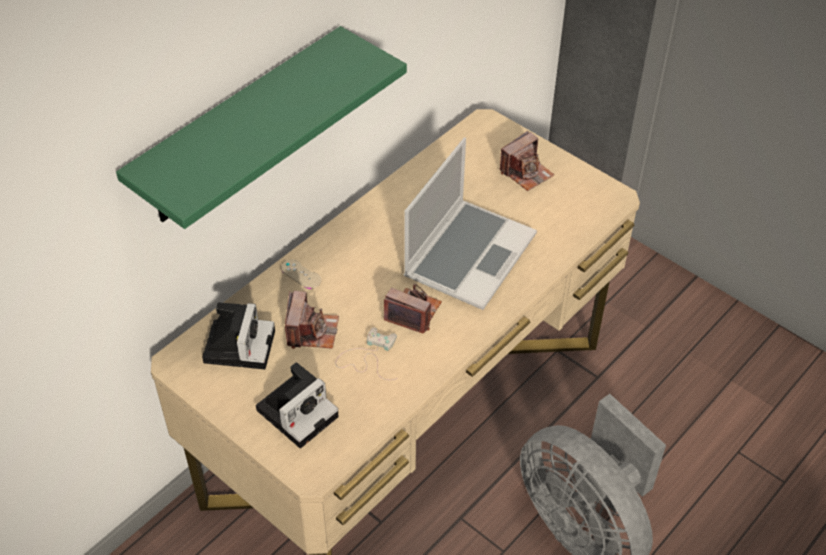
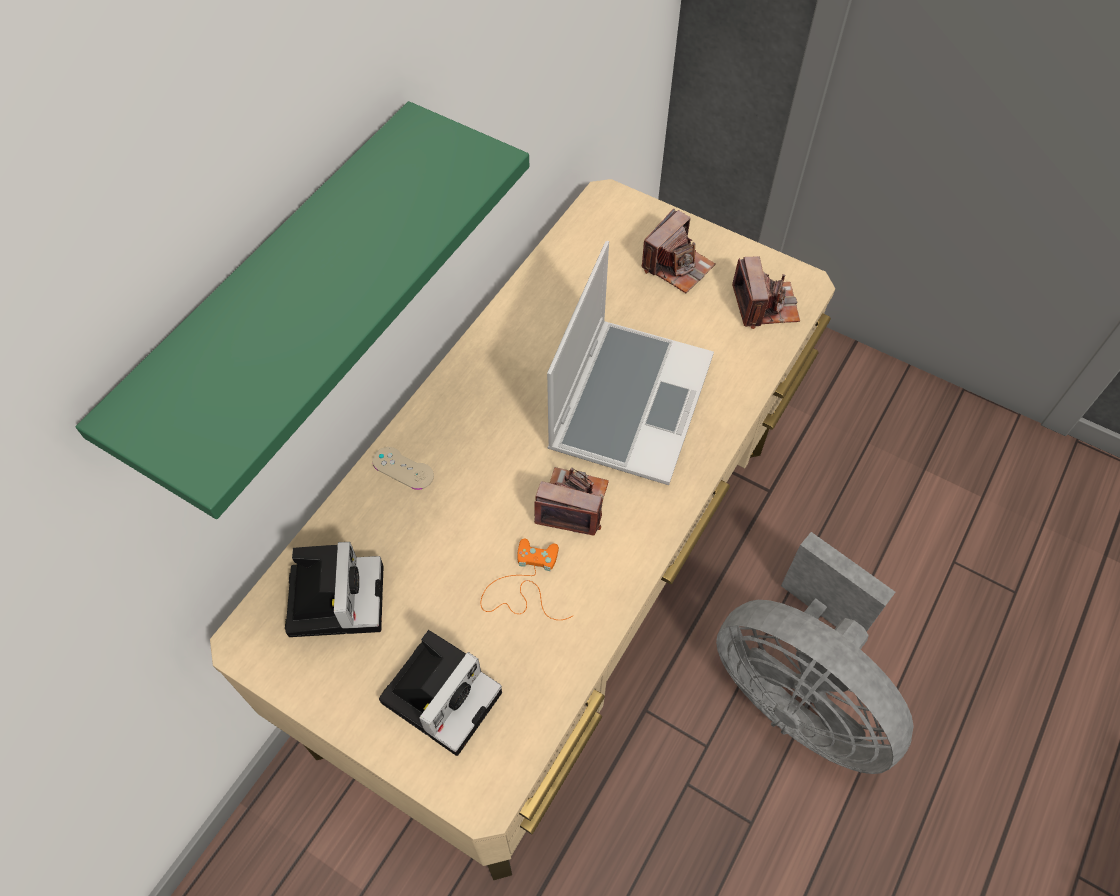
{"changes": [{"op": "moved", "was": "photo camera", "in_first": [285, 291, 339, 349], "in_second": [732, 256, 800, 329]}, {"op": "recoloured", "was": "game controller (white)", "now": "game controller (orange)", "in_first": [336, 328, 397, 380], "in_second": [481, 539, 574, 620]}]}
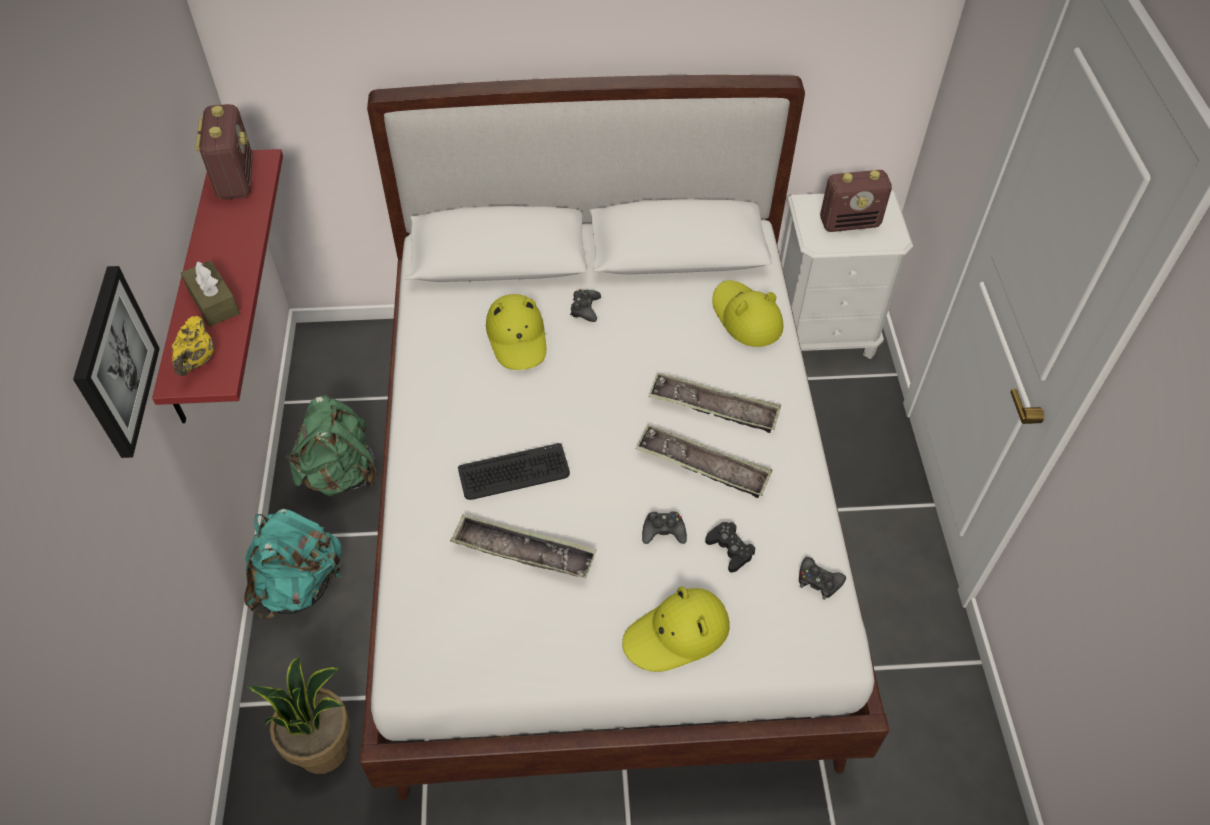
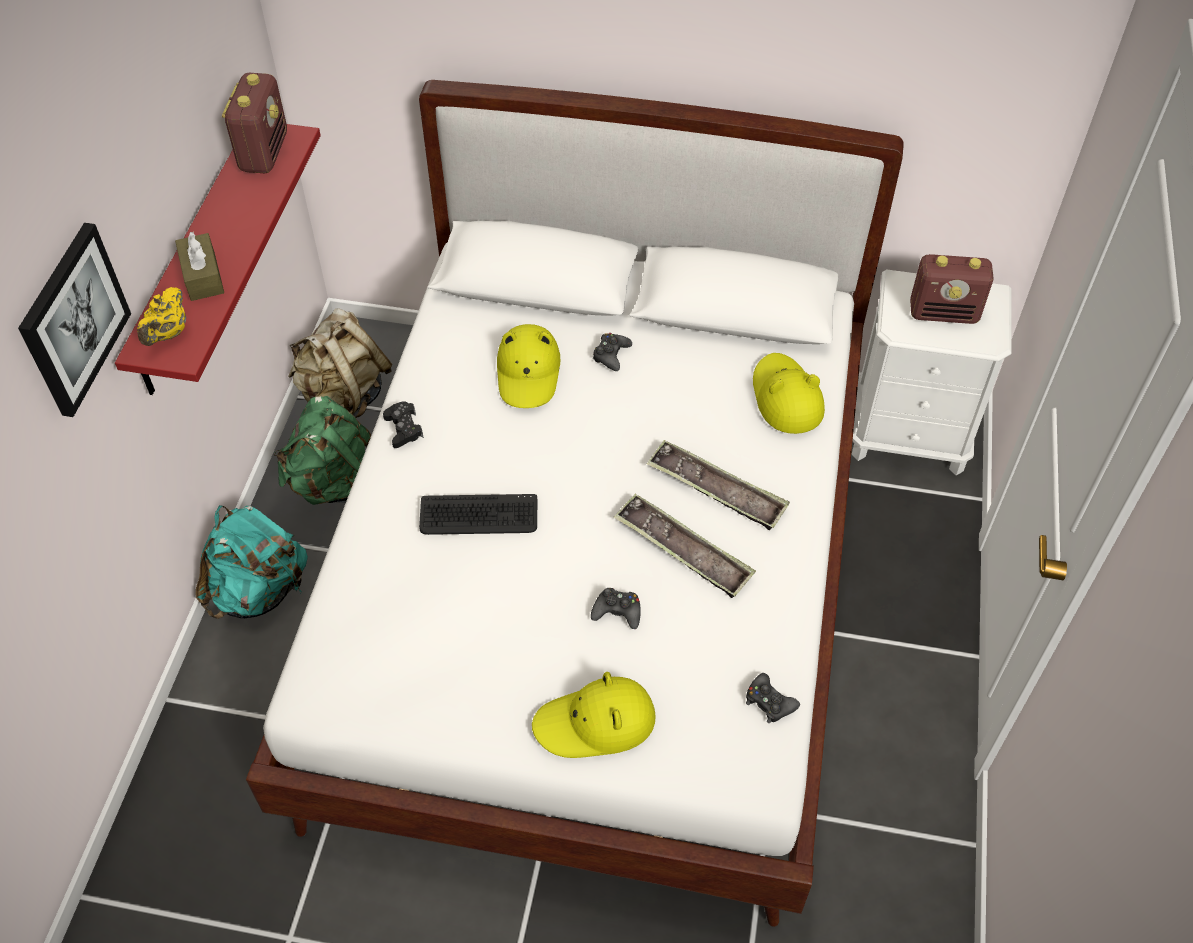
{"changes": [{"op": "removed", "was": "potted plant", "in_first": [247, 657, 350, 774]}, {"op": "removed", "was": "tray", "in_first": [450, 514, 597, 578]}, {"op": "added", "now": "backpack (beige)", "in_second": [288, 308, 392, 418]}, {"op": "moved", "was": "game controller (black)", "in_first": [705, 522, 755, 573], "in_second": [383, 402, 424, 448]}]}
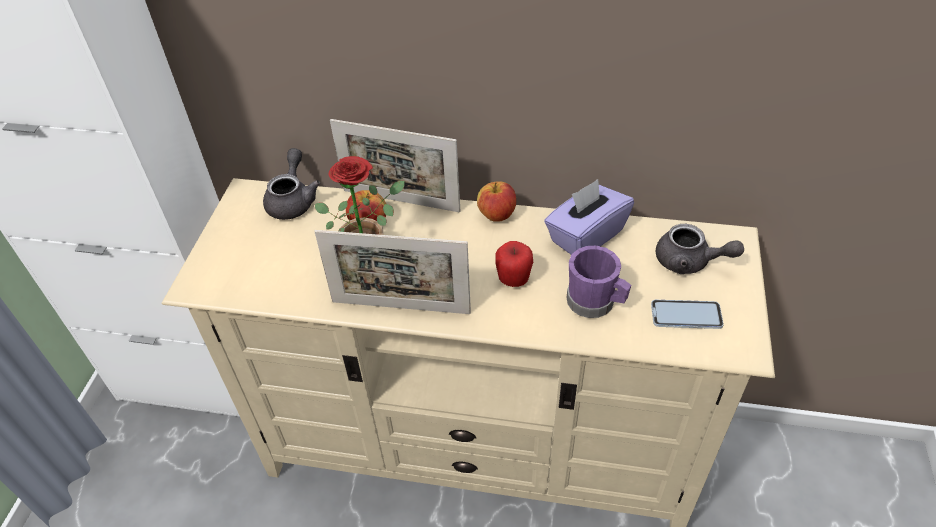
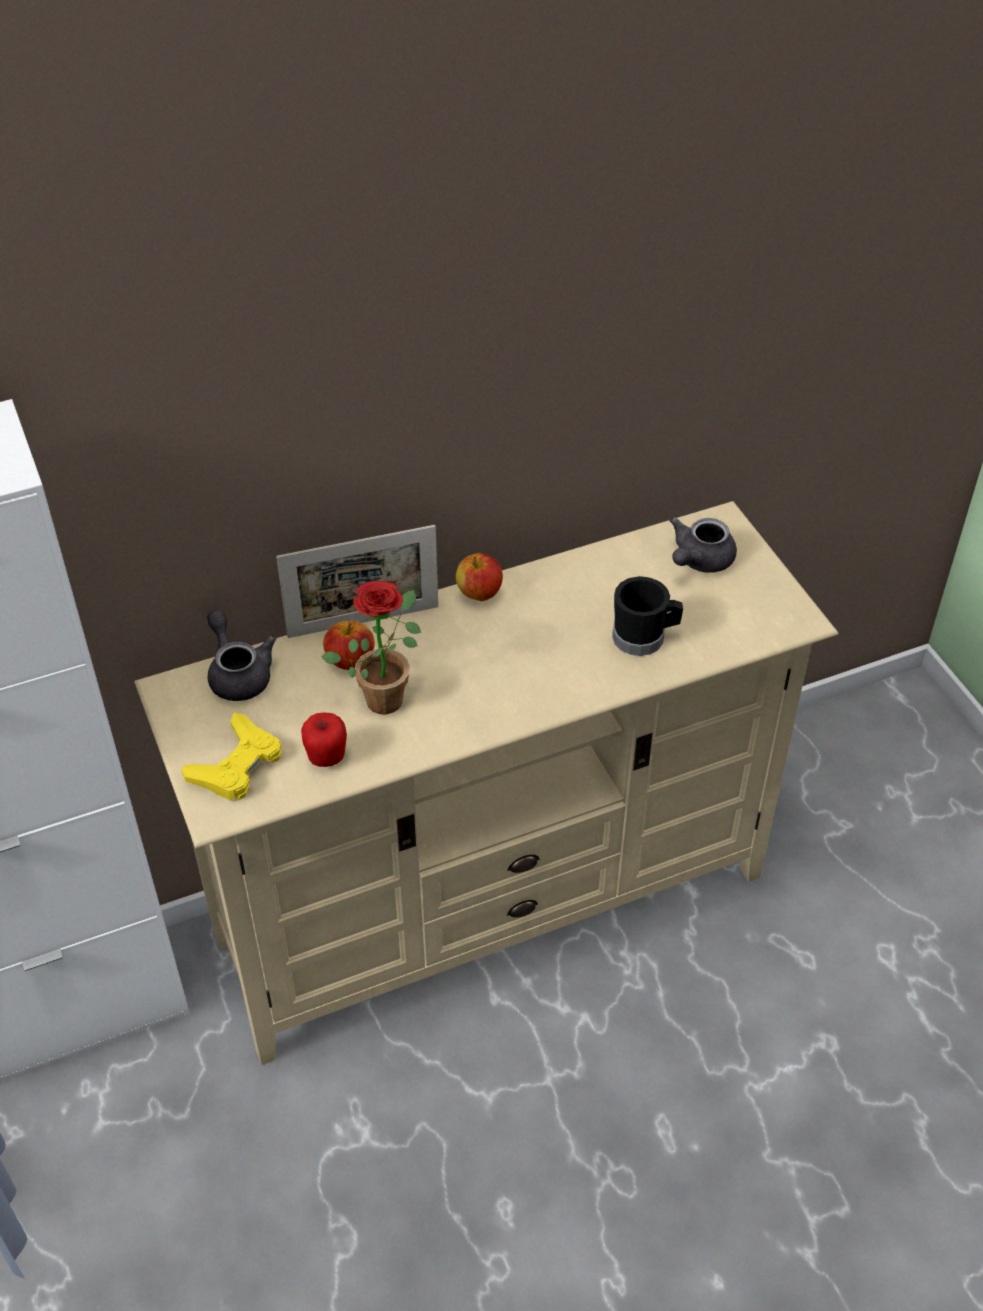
{"changes": [{"op": "removed", "was": "picture frame", "in_first": [314, 230, 471, 314]}, {"op": "removed", "was": "tissue box (purple)", "in_first": [544, 179, 634, 255]}, {"op": "removed", "was": "phone", "in_first": [651, 300, 724, 329]}, {"op": "added", "now": "game controller (yellow)", "in_second": [181, 712, 281, 800]}, {"op": "moved", "was": "apple", "in_first": [496, 241, 533, 287], "in_second": [301, 713, 347, 767]}, {"op": "recoloured", "was": "mug (purple)", "now": "mug (black)", "in_first": [567, 246, 631, 318], "in_second": [612, 576, 683, 656]}, {"op": "turned", "was": "teapot (grey)", "in_first": [656, 224, 744, 274], "in_second": [669, 517, 737, 573], "clockwise": 135}]}
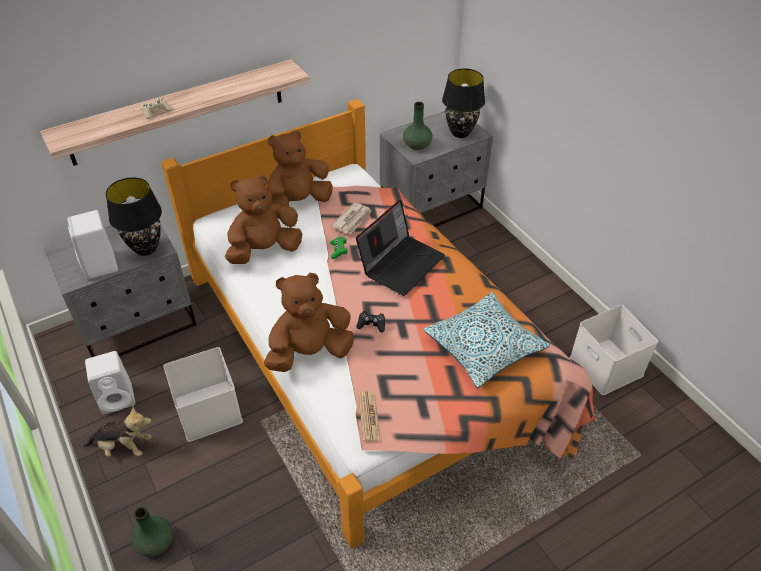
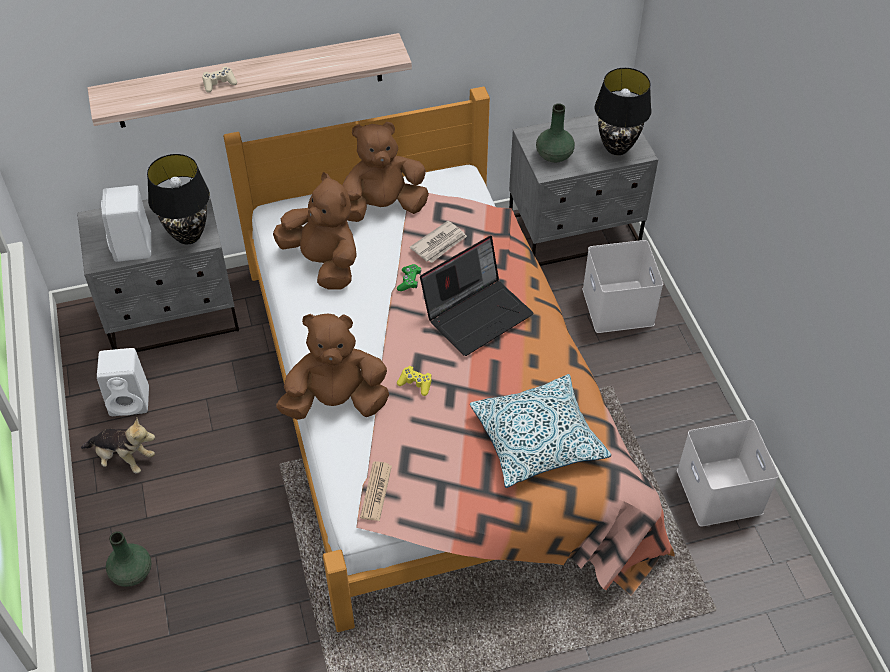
{"changes": [{"op": "moved", "was": "storage box (white)", "in_first": [164, 347, 243, 442], "in_second": [582, 240, 663, 333]}, {"op": "recoloured", "was": "game controller (black)", "now": "game controller (yellow)", "in_first": [356, 311, 385, 333], "in_second": [397, 366, 432, 396]}, {"op": "turned", "was": "plush toy (brown)", "in_first": [225, 175, 302, 264], "in_second": [273, 172, 357, 289], "clockwise": 60}]}
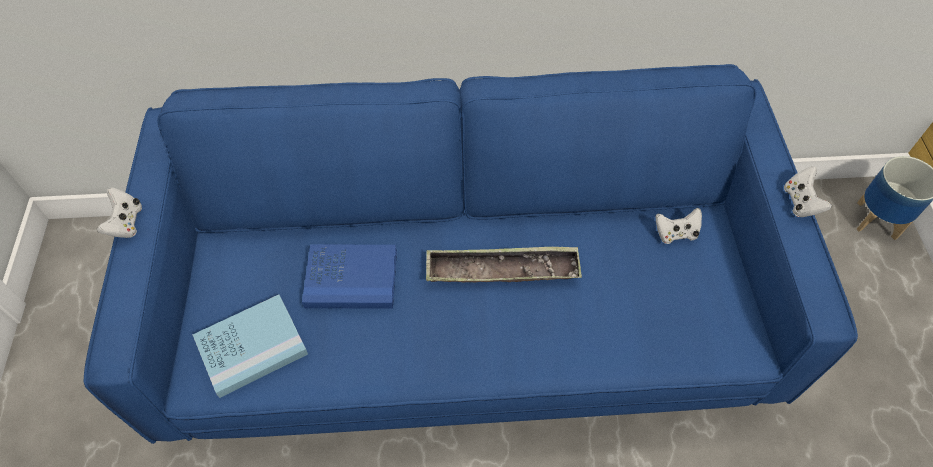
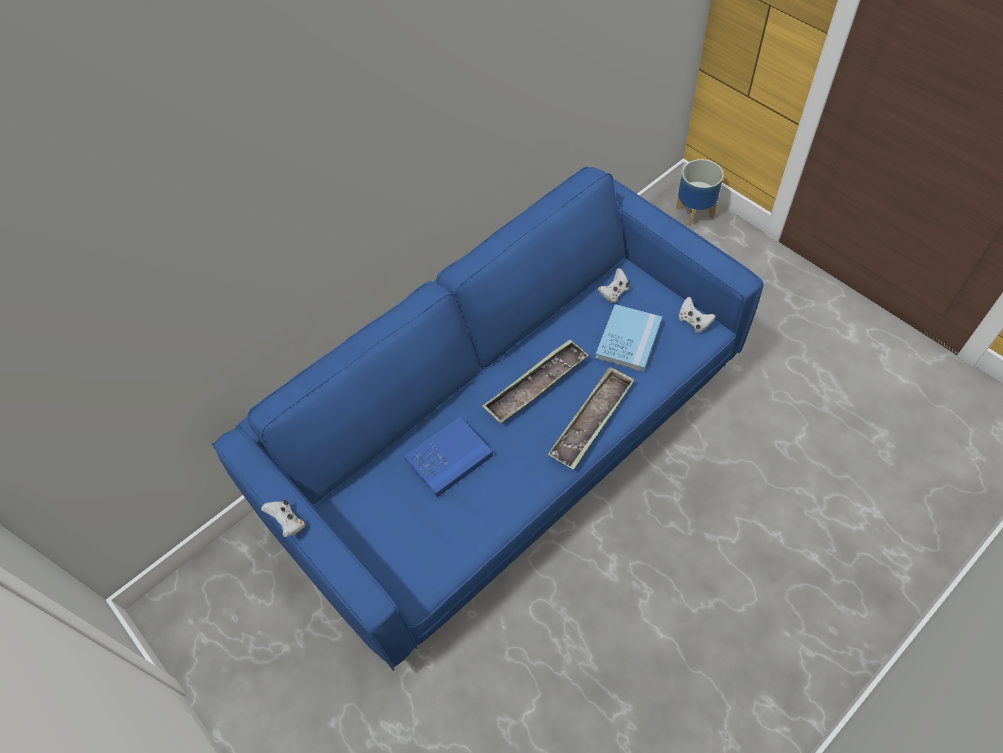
{"changes": [{"op": "added", "now": "tray", "in_second": [548, 367, 634, 470]}, {"op": "moved", "was": "book (blue)", "in_first": [193, 295, 308, 398], "in_second": [595, 304, 662, 372]}, {"op": "moved", "was": "game controller (white)", "in_first": [784, 166, 832, 217], "in_second": [678, 297, 716, 332]}]}
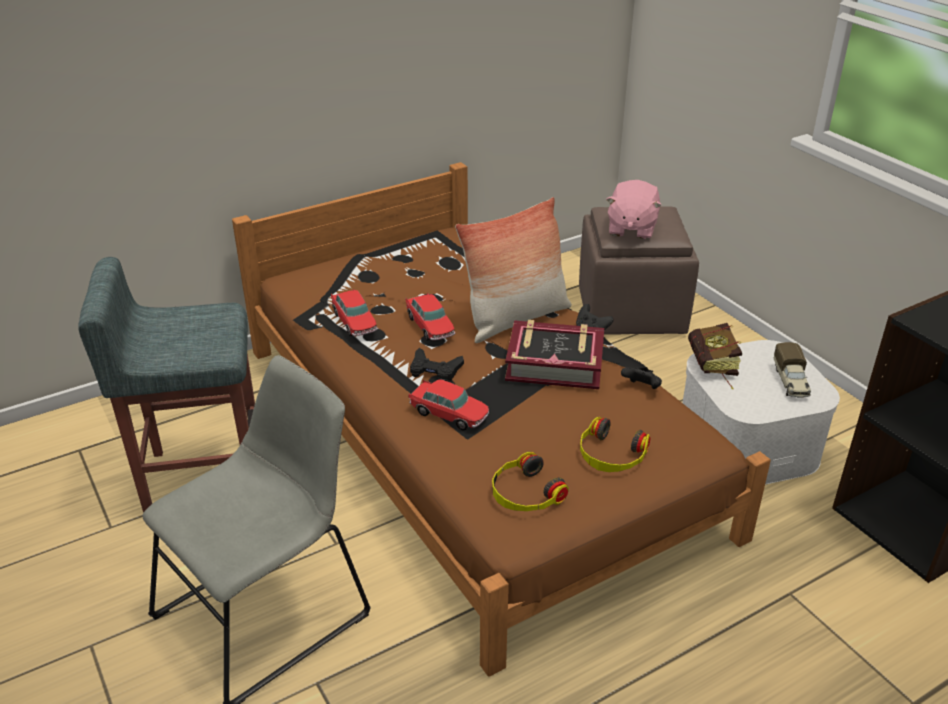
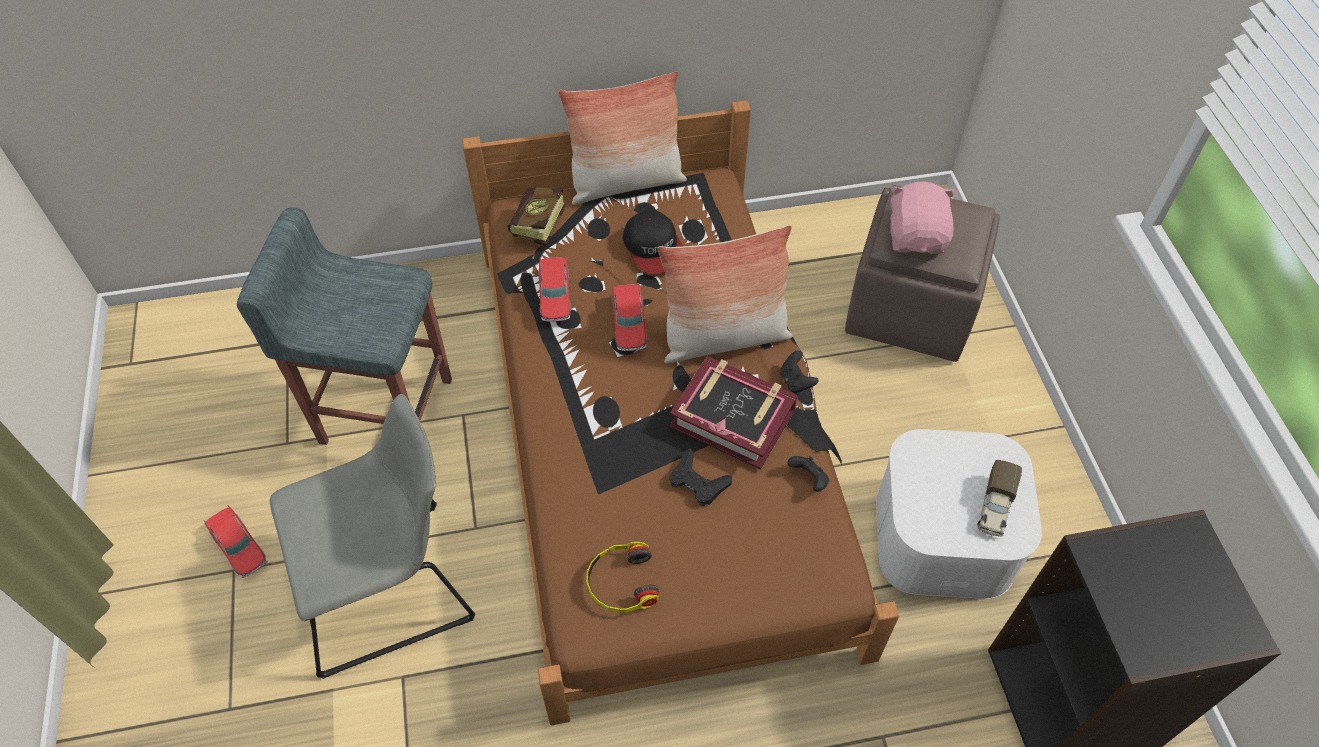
{"changes": [{"op": "removed", "was": "headphones", "in_first": [580, 417, 650, 472]}, {"op": "added", "now": "pillow", "in_second": [558, 71, 687, 205]}, {"op": "added", "now": "cap", "in_second": [623, 211, 683, 273]}, {"op": "moved", "was": "toy car", "in_first": [408, 379, 489, 430], "in_second": [204, 505, 267, 578]}, {"op": "moved", "was": "game controller (black)", "in_first": [410, 348, 464, 382], "in_second": [669, 449, 732, 506]}, {"op": "moved", "was": "book", "in_first": [688, 323, 742, 389], "in_second": [507, 186, 565, 259]}, {"op": "turned", "was": "plush toy (pink)", "in_first": [606, 180, 662, 240], "in_second": [890, 182, 957, 254], "clockwise": 150}]}
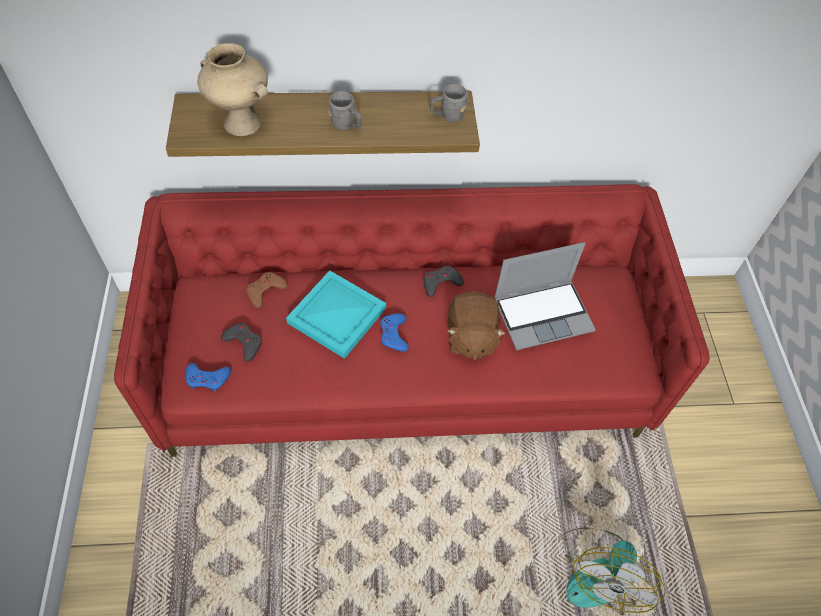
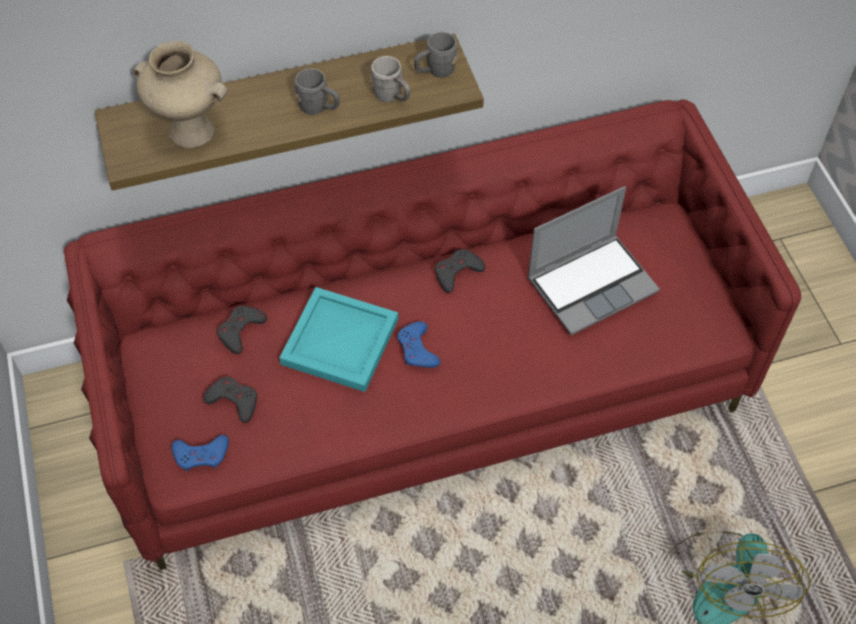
{"changes": [{"op": "removed", "was": "plush toy (brown)", "in_first": [447, 292, 506, 360]}, {"op": "added", "now": "mug (grey)", "in_second": [370, 56, 410, 102]}, {"op": "recoloured", "was": "game controller (brown)", "now": "game controller (grey)", "in_first": [246, 272, 288, 308], "in_second": [217, 306, 267, 354]}]}
